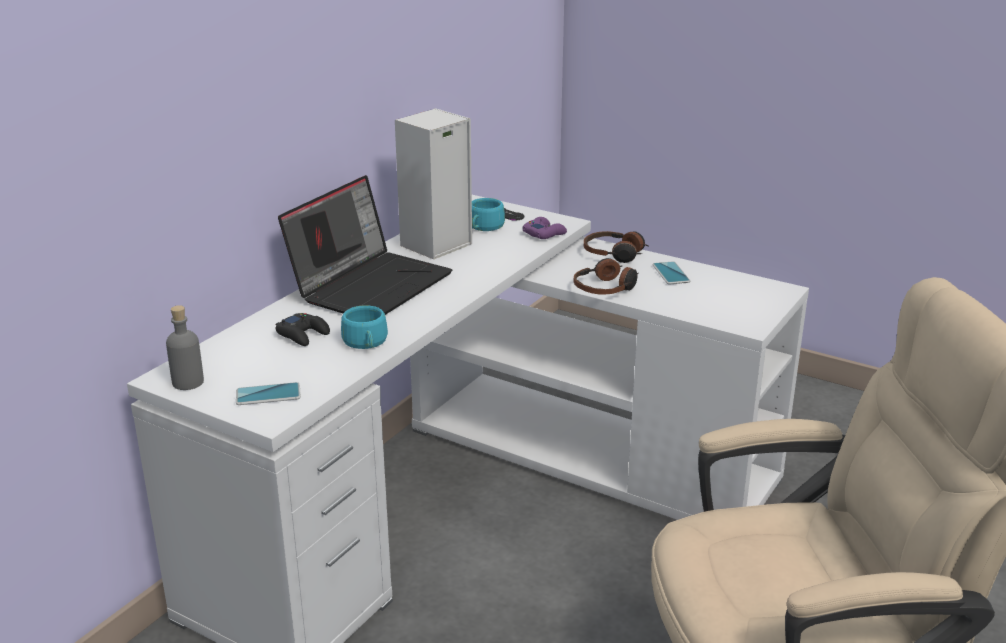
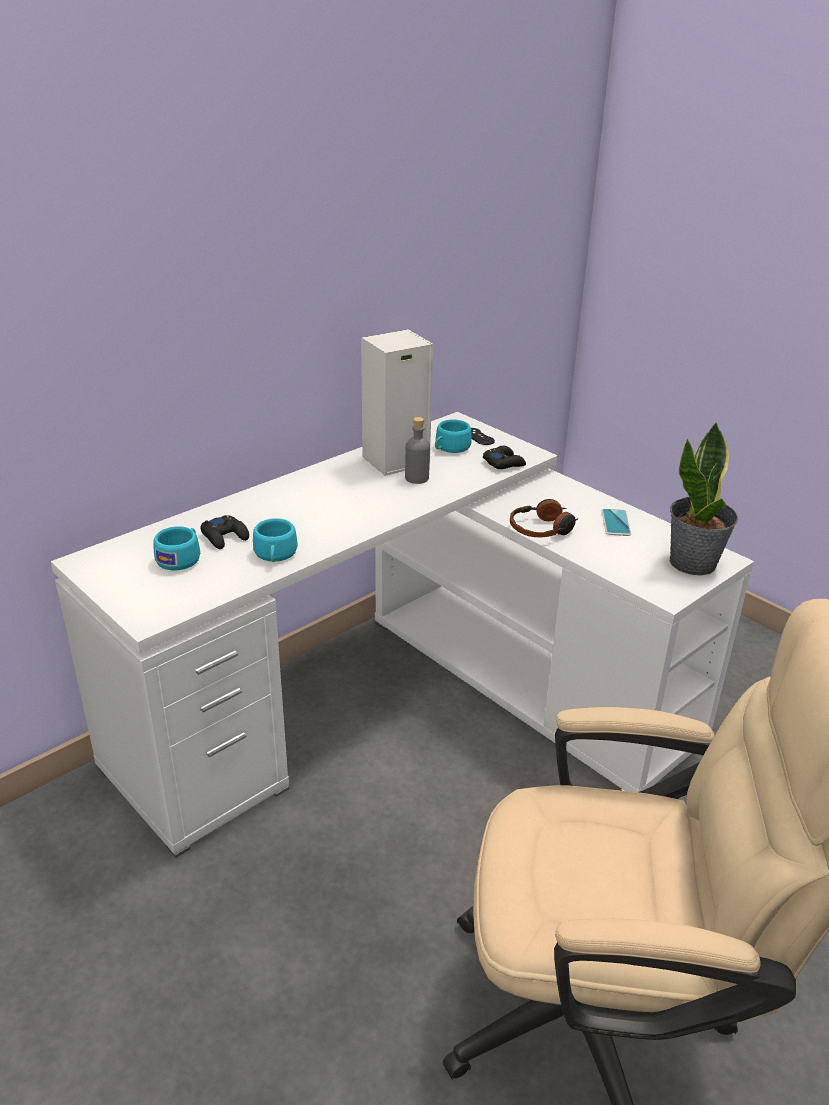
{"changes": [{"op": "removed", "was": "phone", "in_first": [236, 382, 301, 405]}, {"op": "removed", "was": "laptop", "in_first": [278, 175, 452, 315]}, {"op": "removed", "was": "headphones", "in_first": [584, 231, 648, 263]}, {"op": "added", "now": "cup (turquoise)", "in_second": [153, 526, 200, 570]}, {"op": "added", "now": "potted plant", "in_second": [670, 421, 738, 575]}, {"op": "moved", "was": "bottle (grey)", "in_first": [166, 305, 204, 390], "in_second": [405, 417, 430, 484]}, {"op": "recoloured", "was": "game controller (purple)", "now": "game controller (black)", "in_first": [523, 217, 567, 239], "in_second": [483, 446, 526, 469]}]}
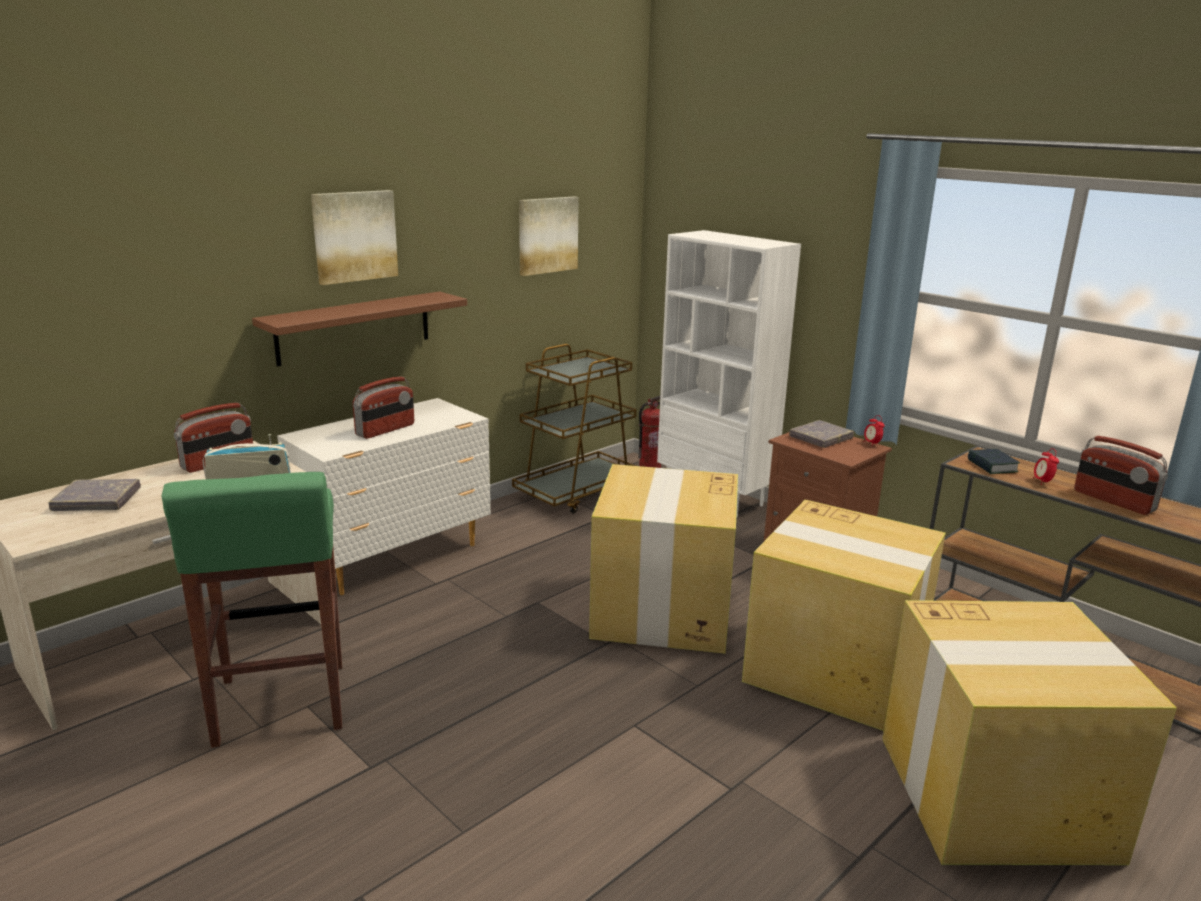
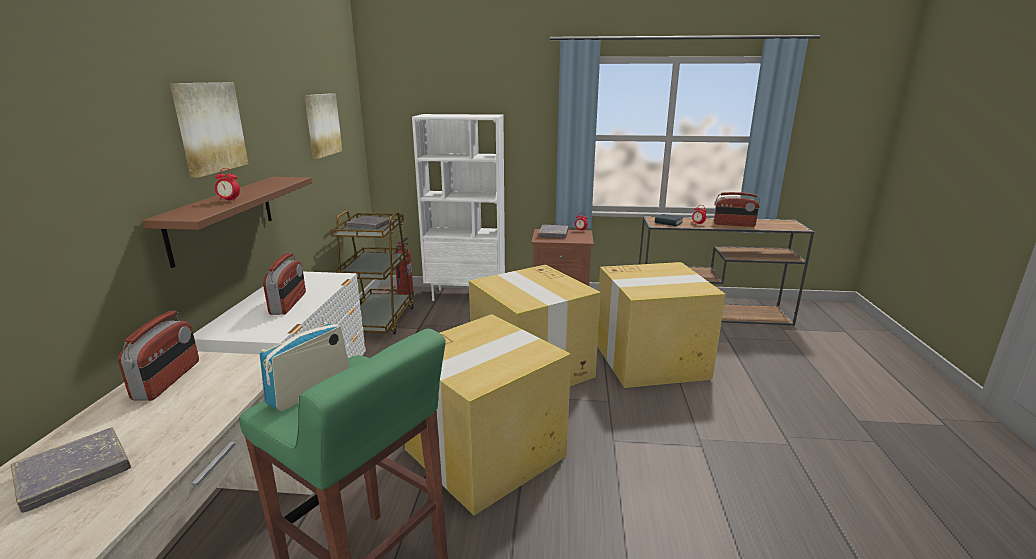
{"changes": [{"op": "added", "now": "alarm clock", "in_second": [215, 168, 240, 202]}, {"op": "added", "now": "book (grey)", "in_second": [347, 216, 392, 230]}, {"op": "moved", "was": "cardboard box", "in_first": [882, 600, 1177, 865], "in_second": [404, 314, 571, 515]}]}
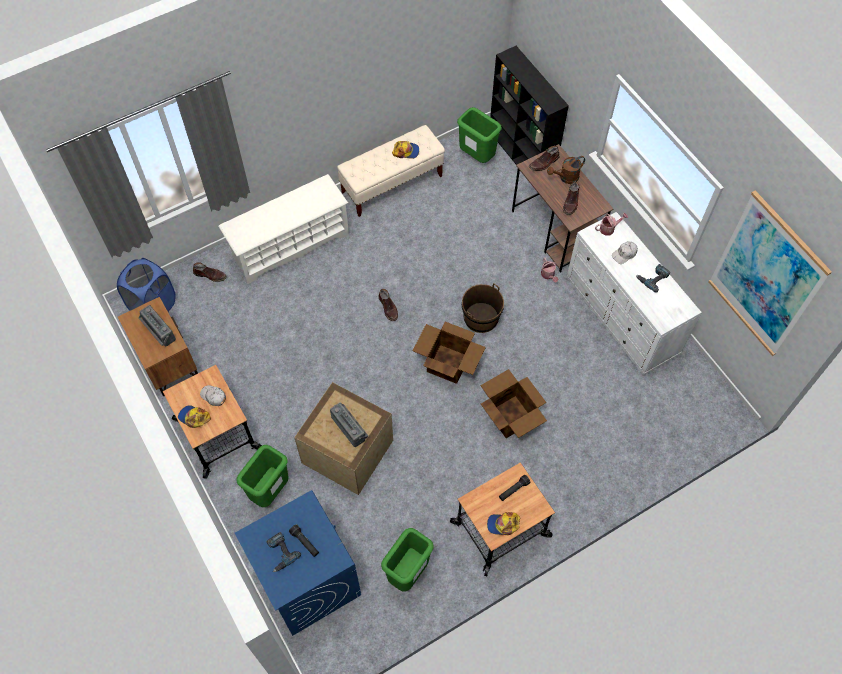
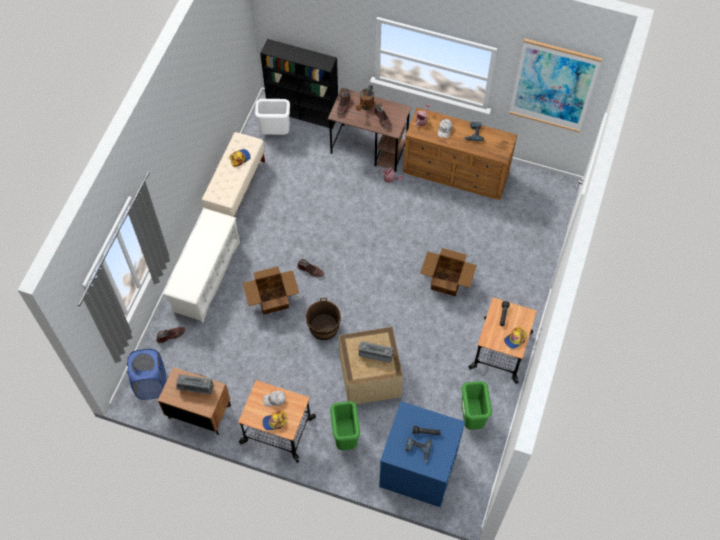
{"changes": [{"op": "moved", "was": "cardboard box", "in_first": [413, 322, 486, 384], "in_second": [243, 266, 299, 315]}, {"op": "moved", "was": "bucket (brown)", "in_first": [462, 283, 504, 333], "in_second": [306, 298, 341, 340]}, {"op": "recoloured", "was": "trash can (green)", "now": "trash can (white)", "in_first": [457, 107, 502, 163], "in_second": [255, 99, 290, 135]}, {"op": "recoloured", "was": "dresser (white)", "now": "dresser (brown)", "in_first": [566, 212, 702, 376], "in_second": [403, 107, 517, 200]}]}
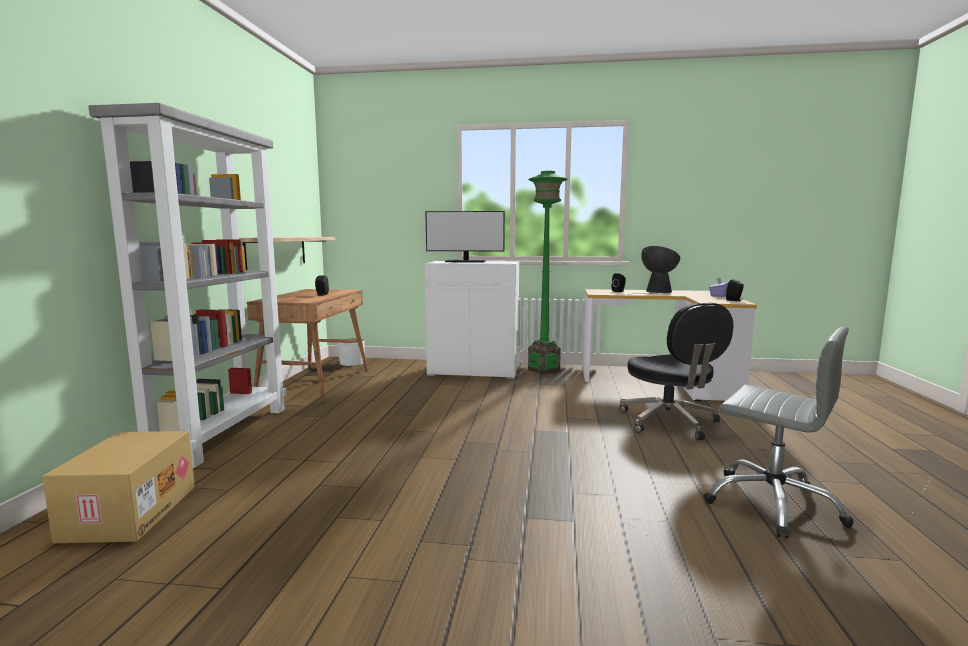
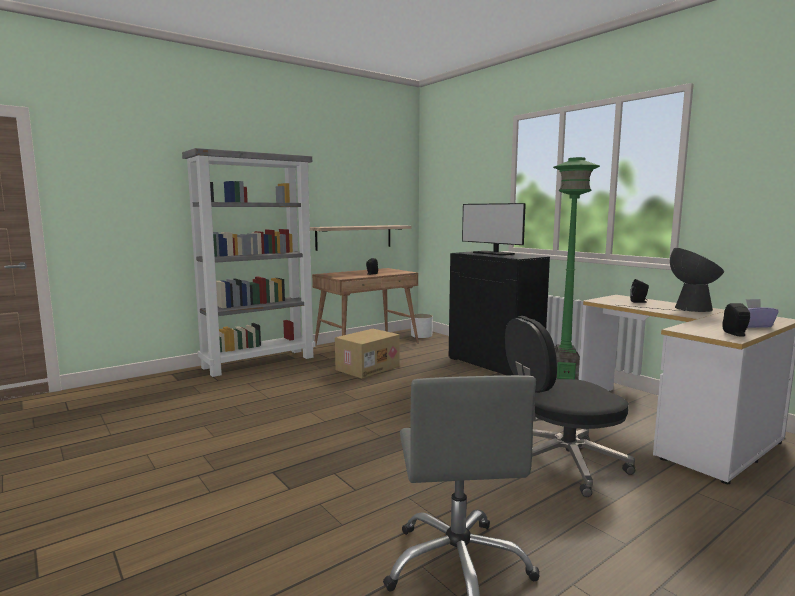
{"changes": [{"op": "moved", "was": "cardboard box", "in_first": [42, 431, 195, 543], "in_second": [335, 329, 400, 378]}, {"op": "recoloured", "was": "cabinet (white)", "now": "cabinet (black)", "in_first": [425, 261, 519, 379], "in_second": [449, 251, 550, 375]}, {"op": "turned", "was": "office chair (black)", "in_first": [619, 303, 734, 440], "in_second": [505, 316, 635, 497], "clockwise": 45}]}
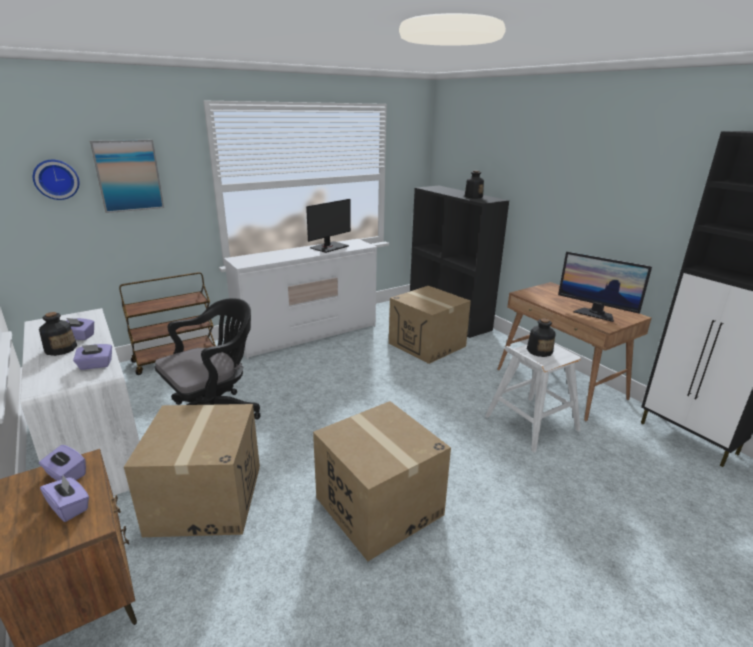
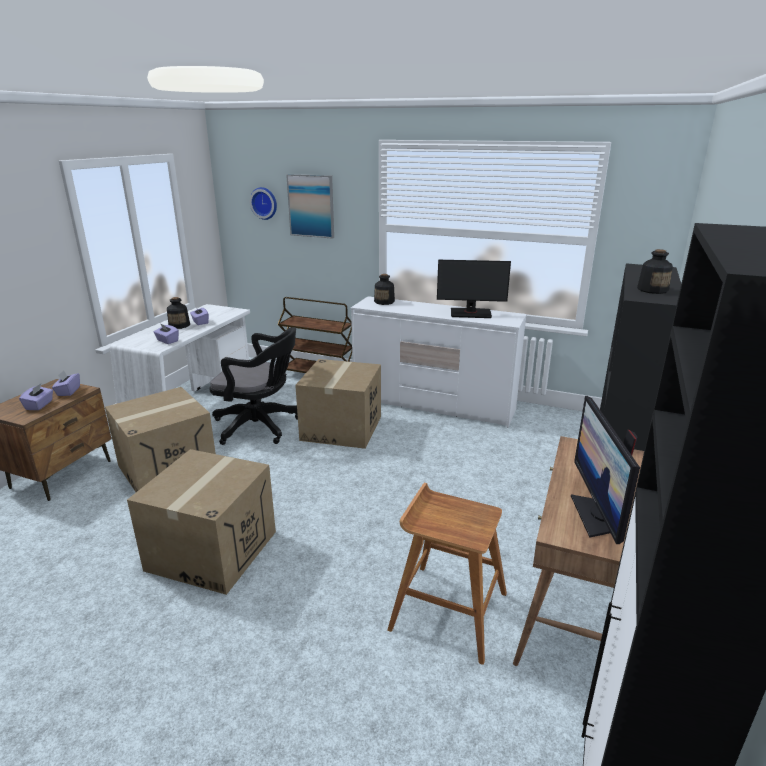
{"changes": [{"op": "moved", "was": "cardboard box", "in_first": [389, 286, 471, 364], "in_second": [295, 359, 381, 449]}, {"op": "moved", "was": "bottle", "in_first": [527, 318, 556, 357], "in_second": [374, 274, 395, 305]}, {"op": "recoloured", "was": "stool (white)", "now": "stool (brown)", "in_first": [485, 344, 581, 452], "in_second": [387, 483, 507, 665]}]}
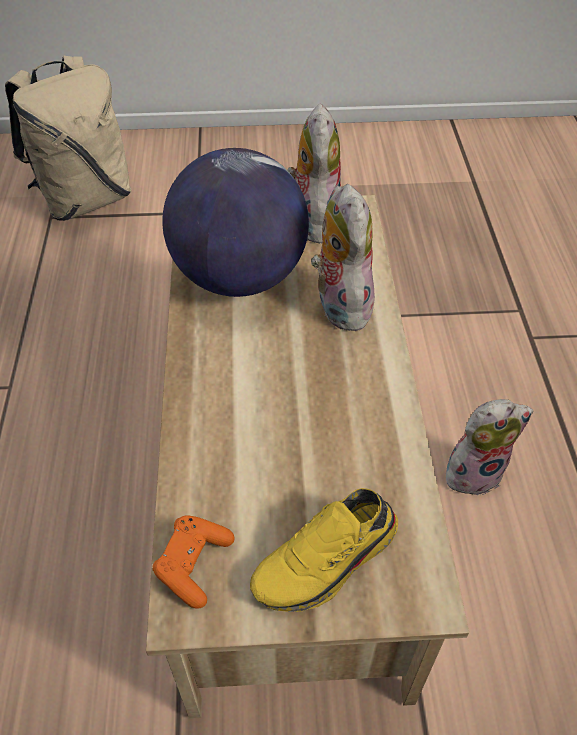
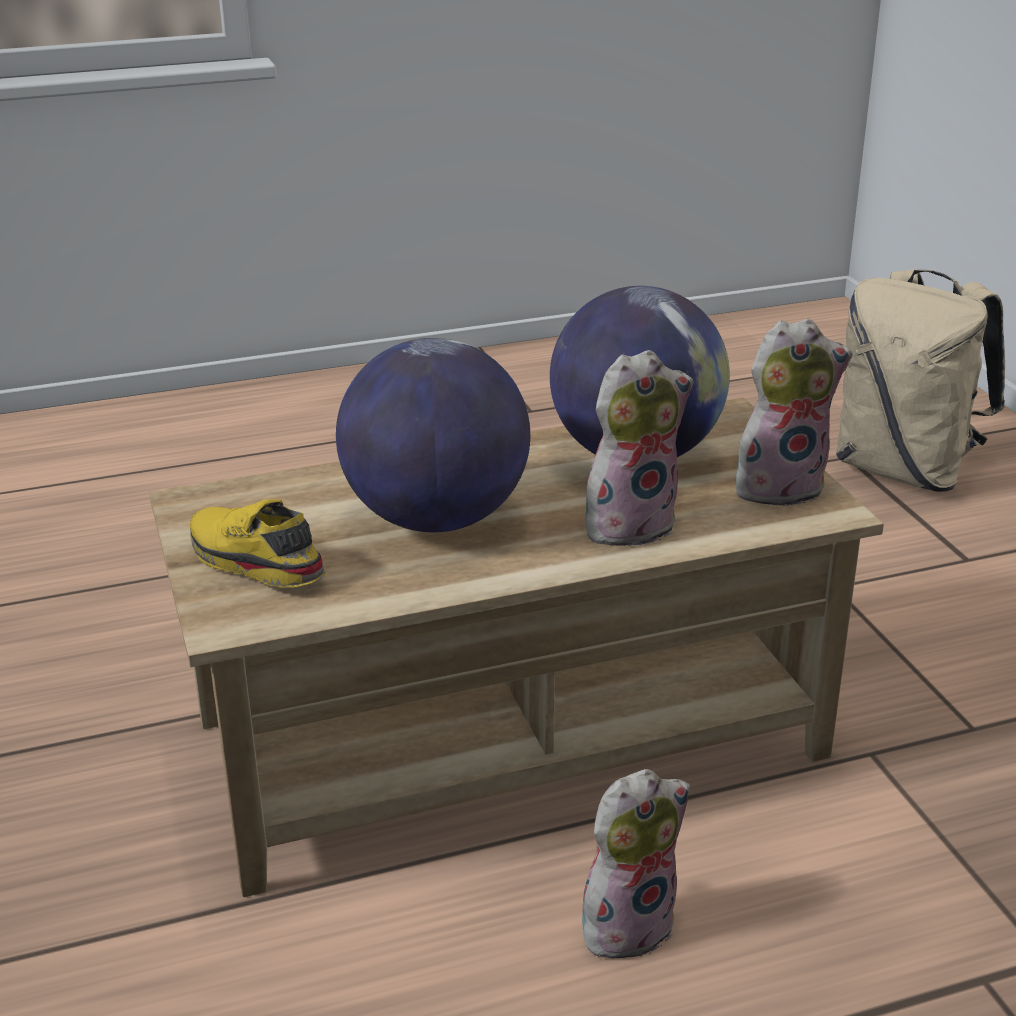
{"changes": [{"op": "removed", "was": "game controller (orange)", "in_first": [153, 515, 234, 609]}, {"op": "added", "now": "globe", "in_second": [336, 338, 530, 533]}, {"op": "turned", "was": "plush toy", "in_first": [446, 399, 533, 495], "in_second": [582, 769, 690, 959], "clockwise": -90}]}
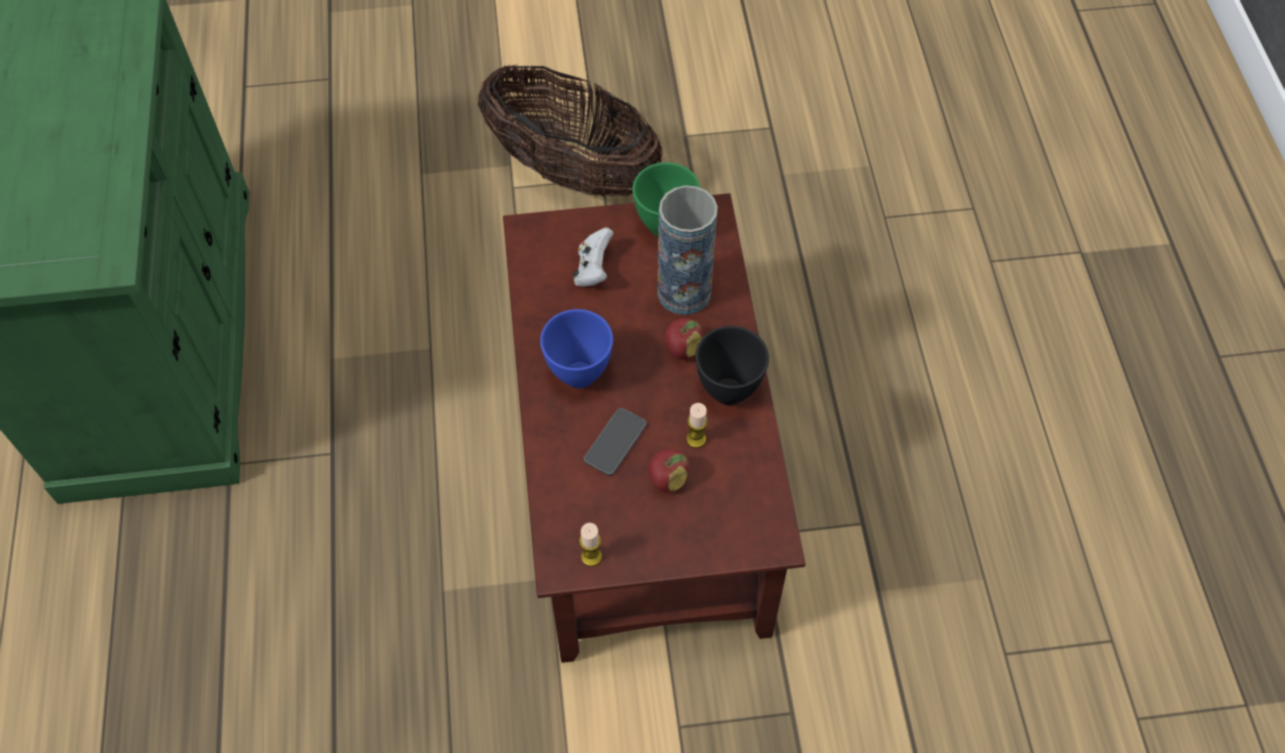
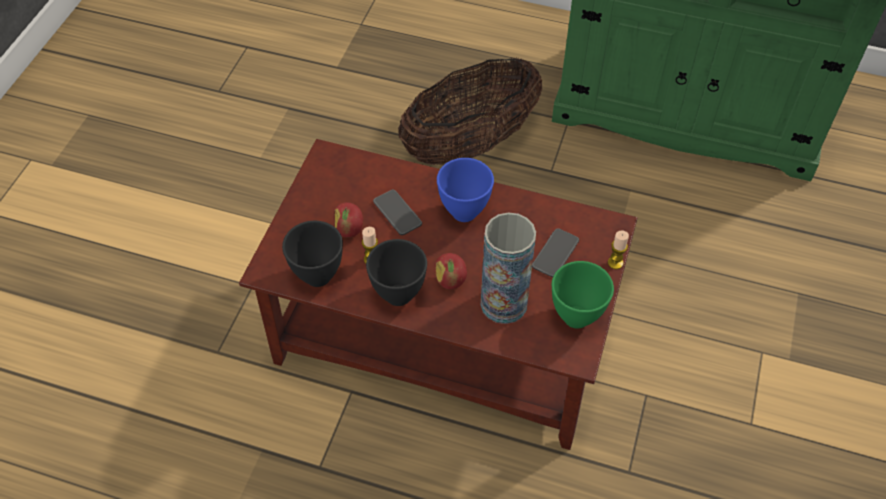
{"changes": [{"op": "added", "now": "bowl (black)", "in_second": [282, 221, 343, 287]}, {"op": "moved", "was": "basket", "in_first": [478, 65, 663, 197], "in_second": [398, 57, 542, 165]}, {"op": "moved", "was": "candle", "in_first": [579, 523, 602, 566], "in_second": [608, 231, 629, 269]}, {"op": "replaced", "was": "game controller (white)", "now": "phone", "in_first": [573, 227, 613, 287], "in_second": [532, 228, 579, 277]}]}
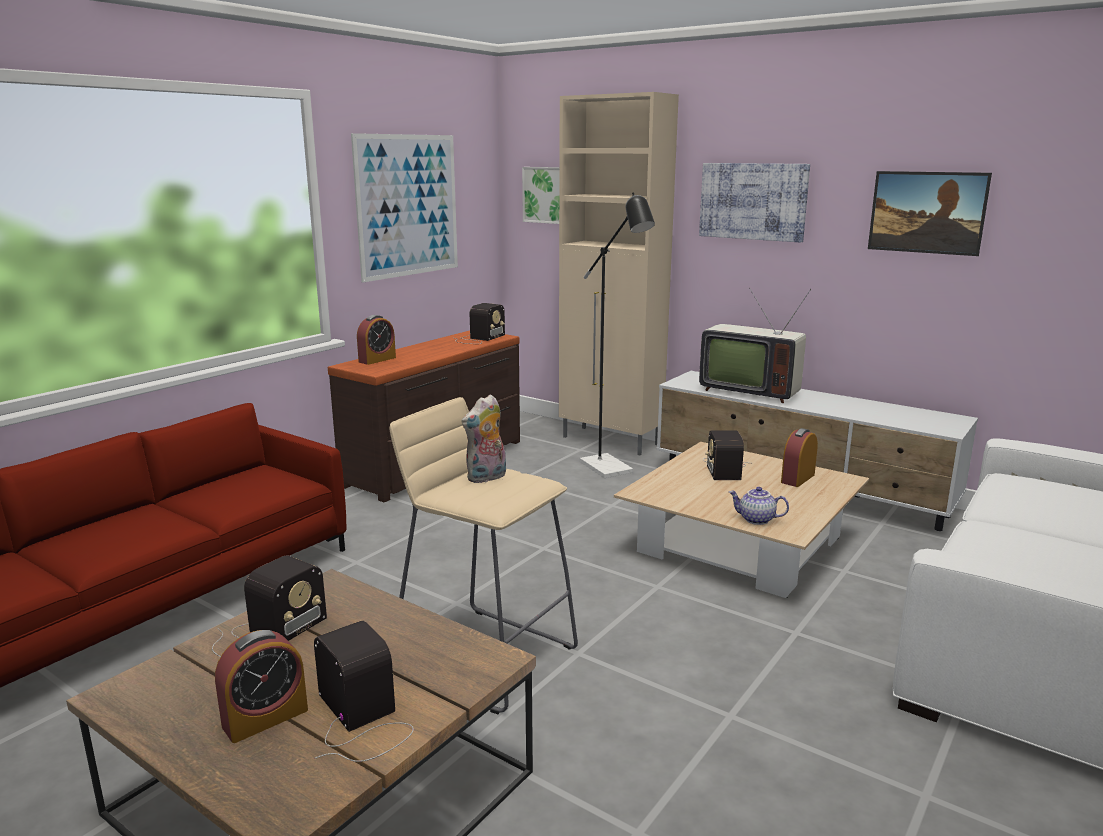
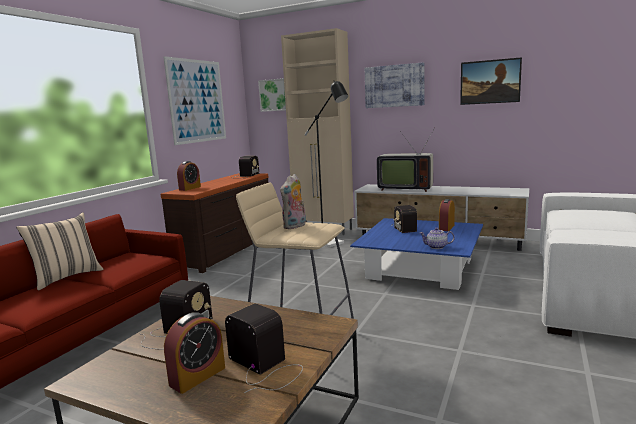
{"changes": [{"op": "added", "now": "pillow (beige)", "in_second": [16, 213, 104, 290]}, {"op": "recoloured", "was": "coffee table (beige)", "now": "coffee table (blue)", "in_first": [614, 442, 869, 598], "in_second": [350, 218, 483, 290]}]}
